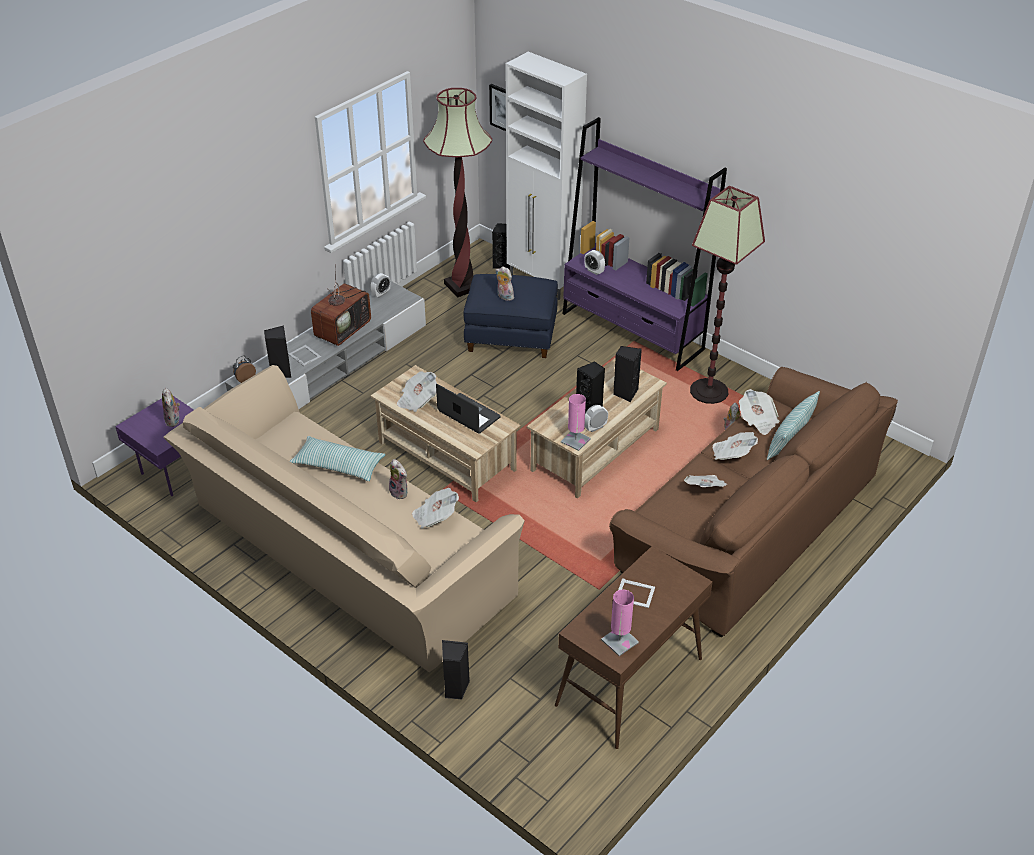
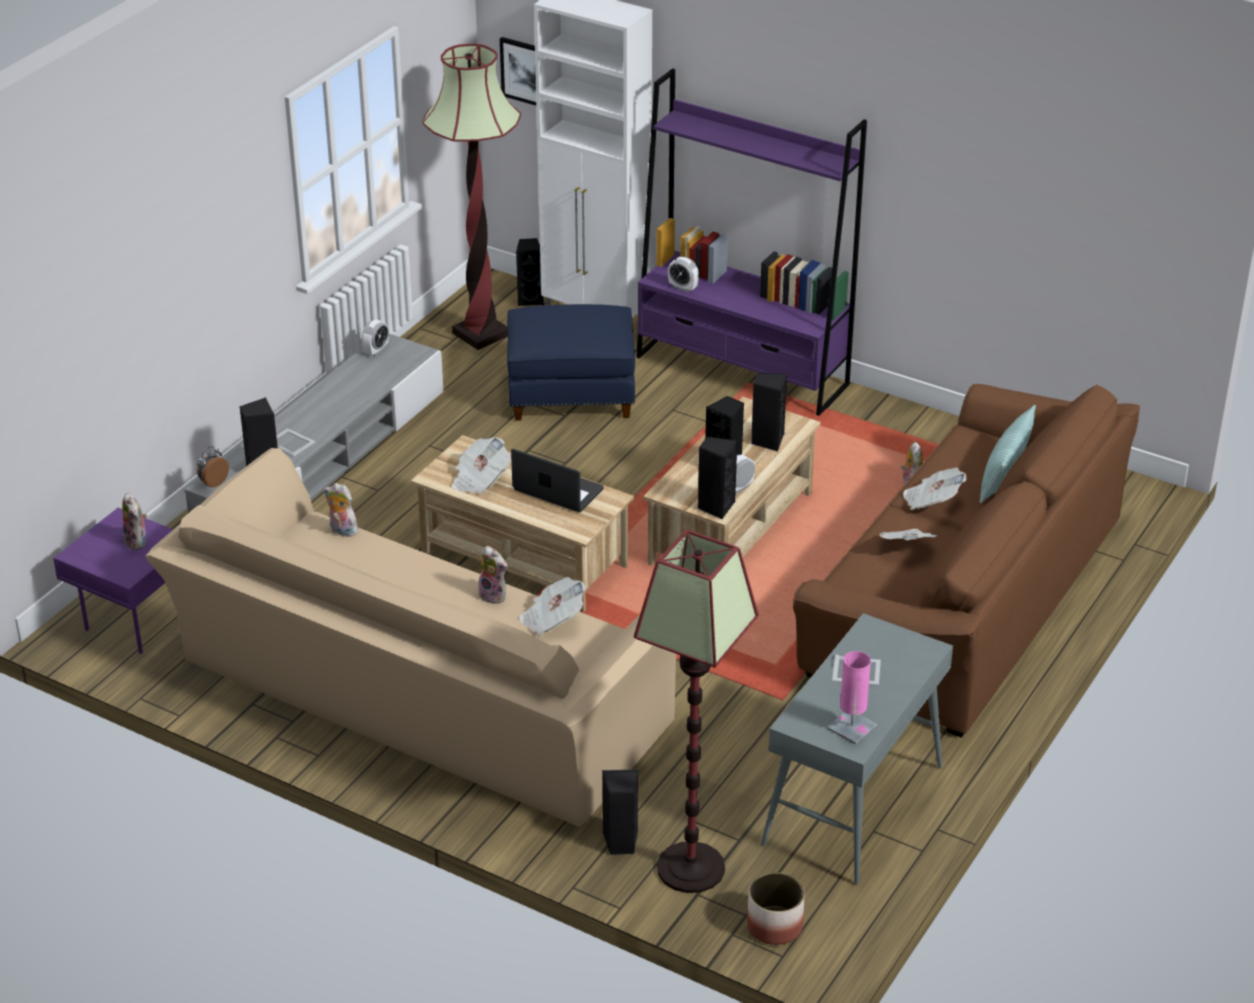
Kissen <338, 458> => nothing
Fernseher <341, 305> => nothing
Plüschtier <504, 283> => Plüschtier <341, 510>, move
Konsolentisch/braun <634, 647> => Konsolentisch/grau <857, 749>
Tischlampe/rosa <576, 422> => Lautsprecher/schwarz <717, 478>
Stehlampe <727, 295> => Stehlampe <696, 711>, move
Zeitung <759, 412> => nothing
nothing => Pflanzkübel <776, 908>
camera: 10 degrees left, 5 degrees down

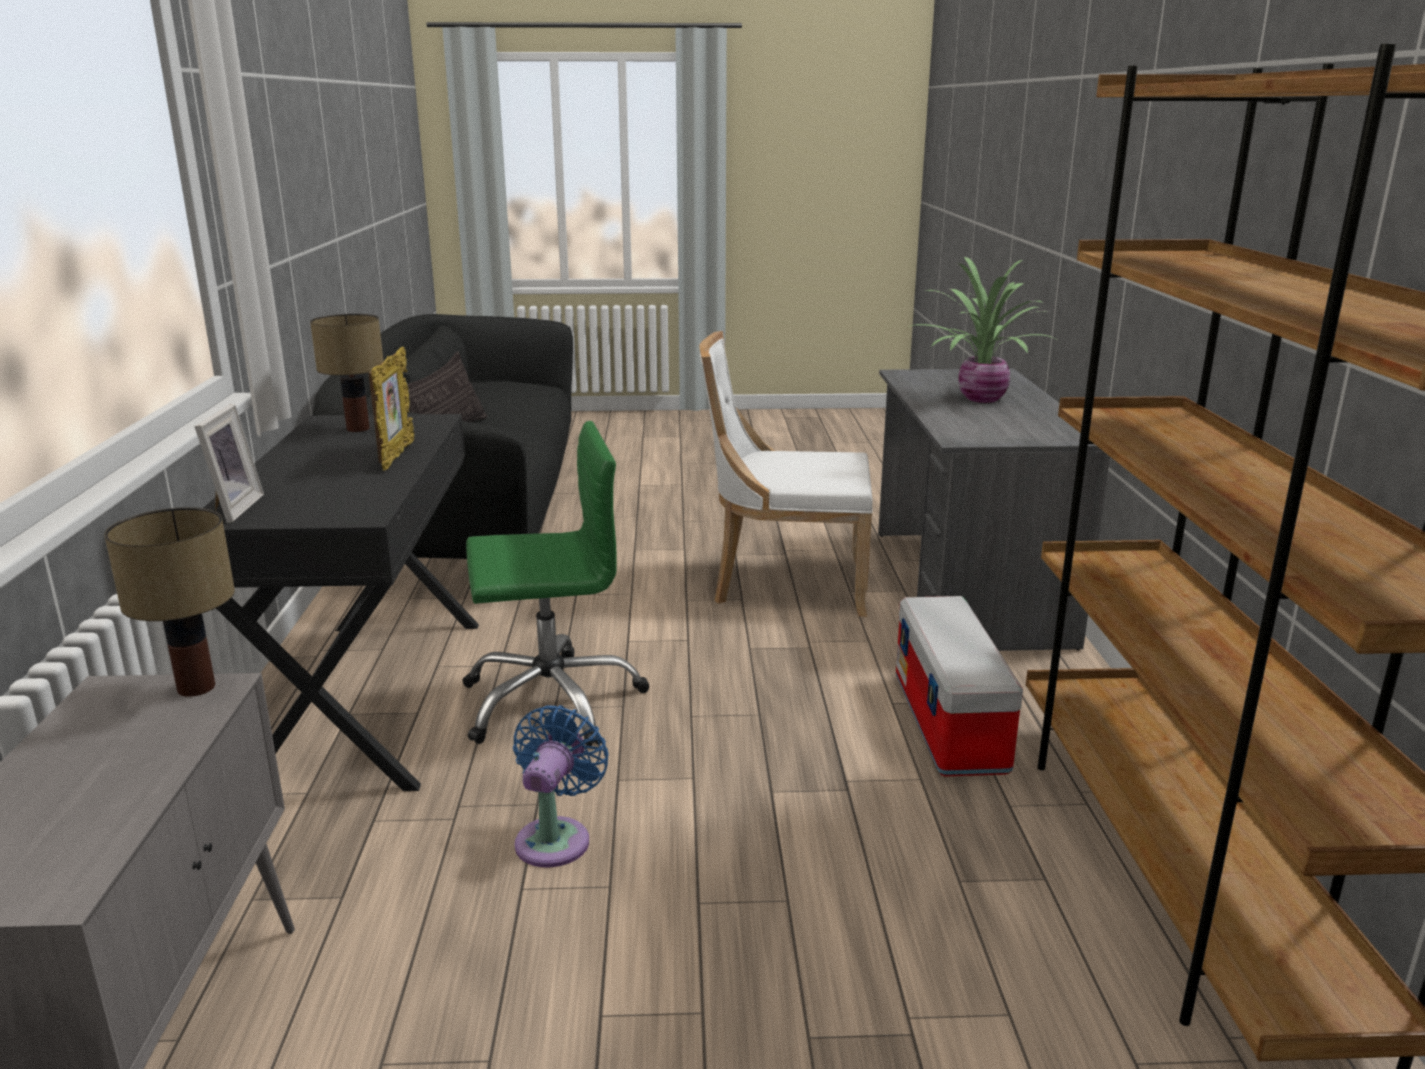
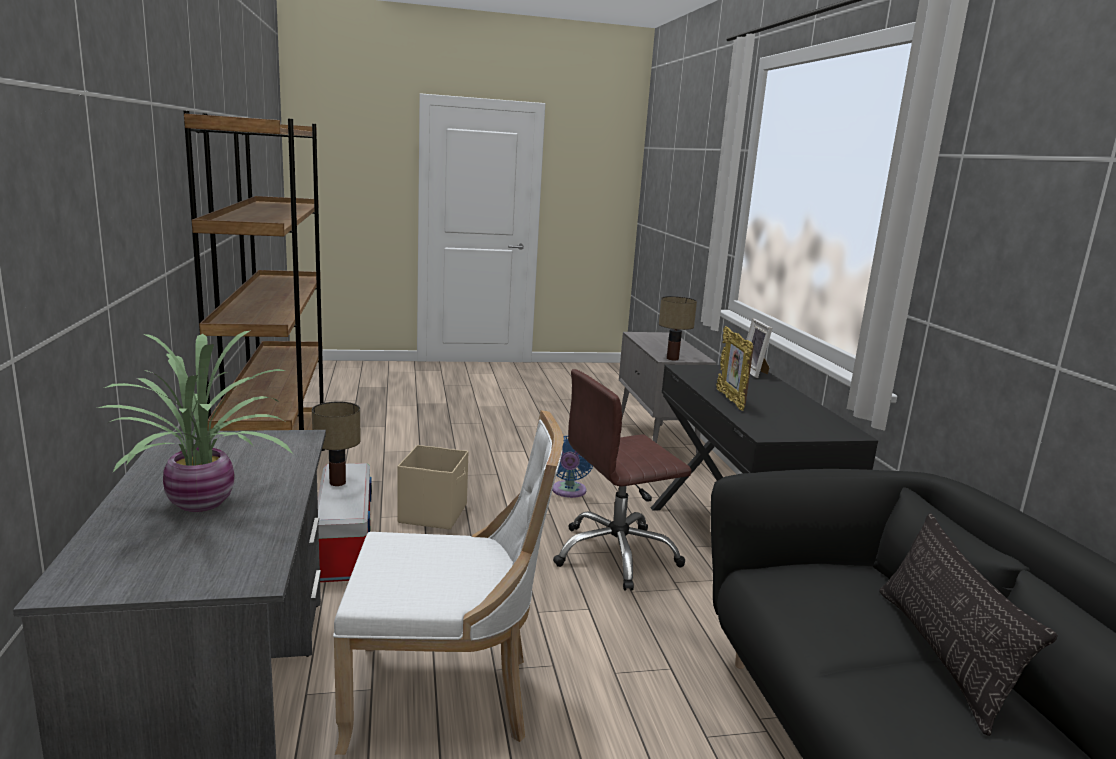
Tischlampe <347, 373> => Tischlampe <336, 444>, move
Bürostuhl/grün <556, 583> => Bürostuhl/braun <622, 480>
nothing => Aufbewahrungsbox/beige <432, 487>
camera: 170 degrees right, 5 degrees down

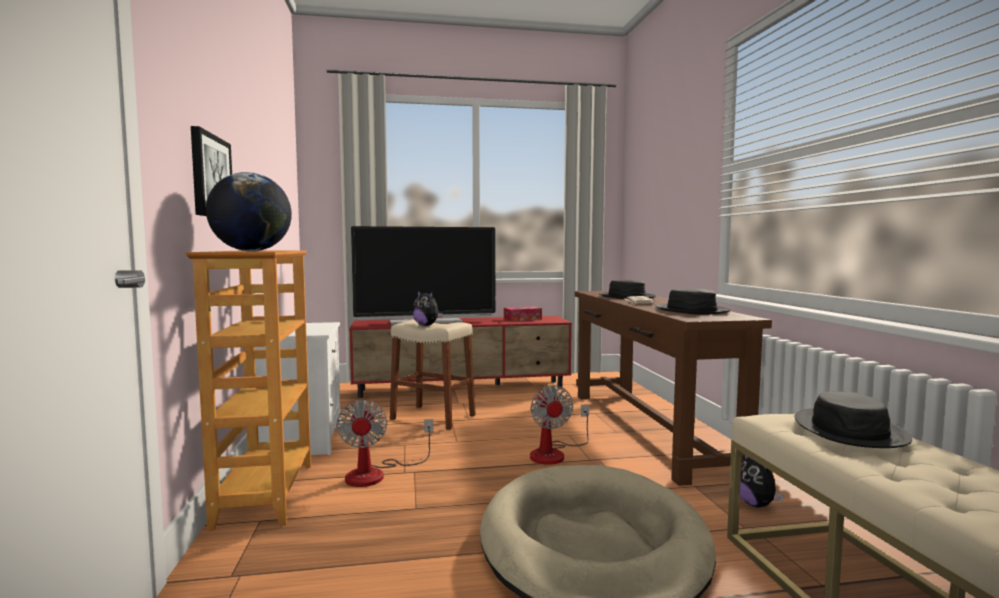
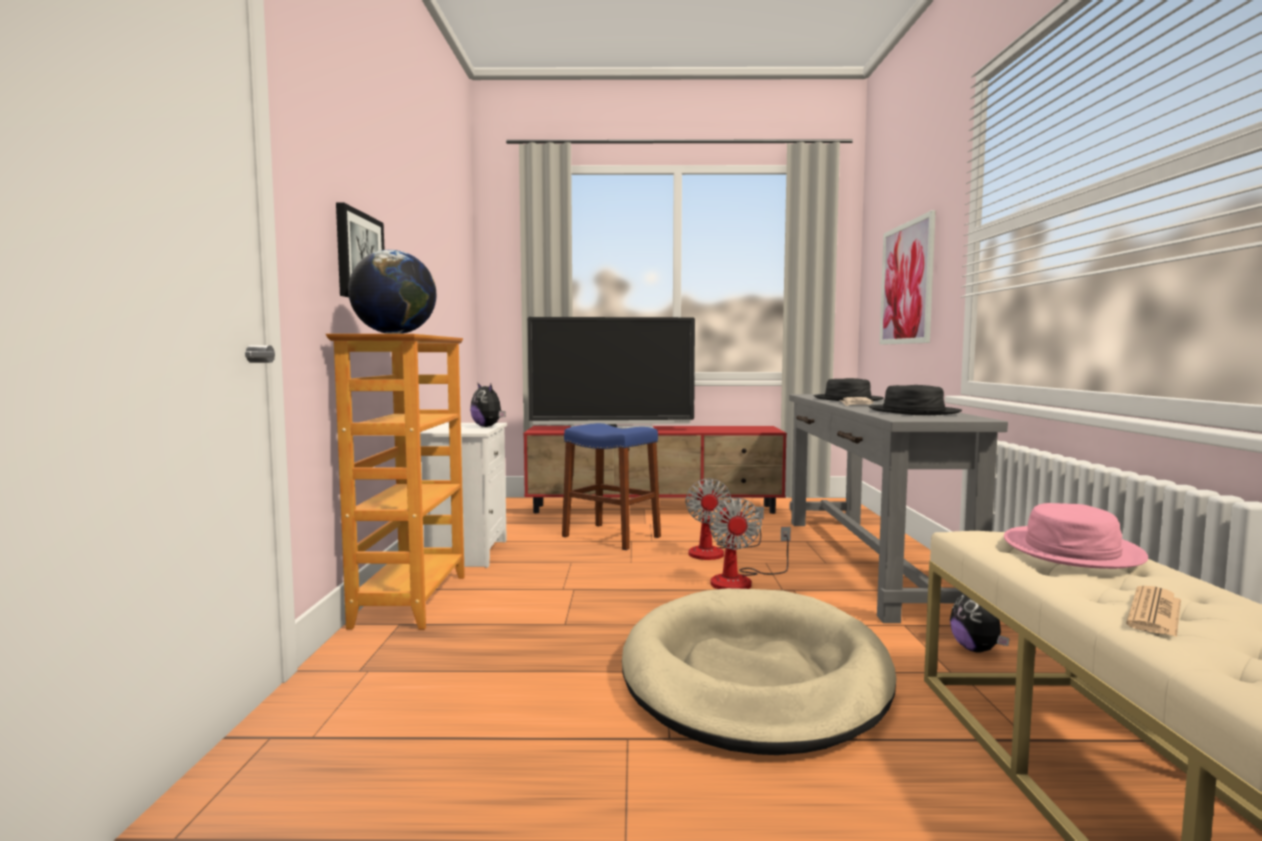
Ventilator <384, 443> => Ventilator <725, 519>, move
Hocker/beige <433, 375> => Hocker/blau <611, 486>
Plüschtier <428, 308> => Plüschtier <488, 404>, move
Taschentuchbox <523, 313> => nothing
Konsolentisch/braun <673, 388> => Konsolentisch/grau <898, 508>
Hut/schwarz <853, 420> => Hut/rosa <1076, 536>
nothing => Bild <908, 277>
nothing => Zeitung <1153, 611>
camera: 10 degrees right, 0 degrees up

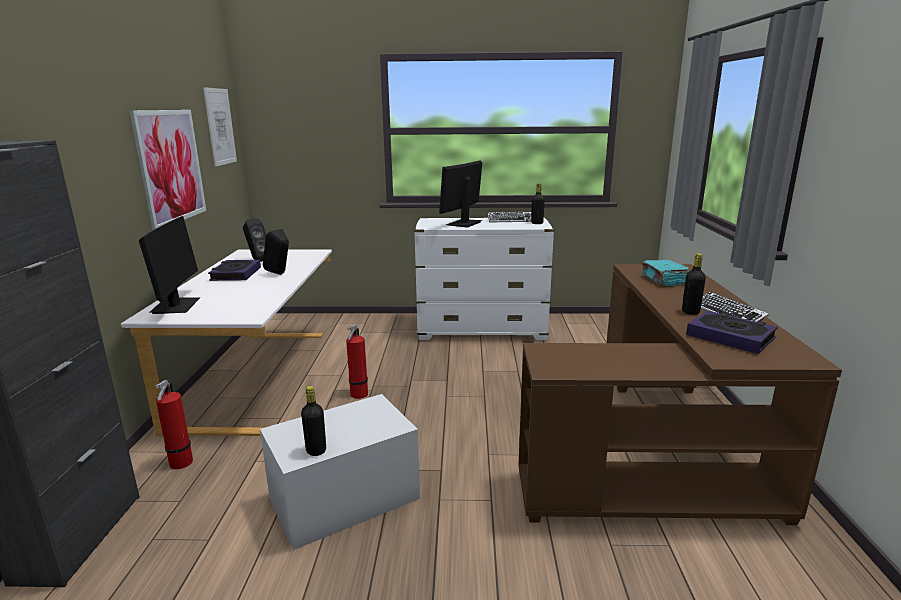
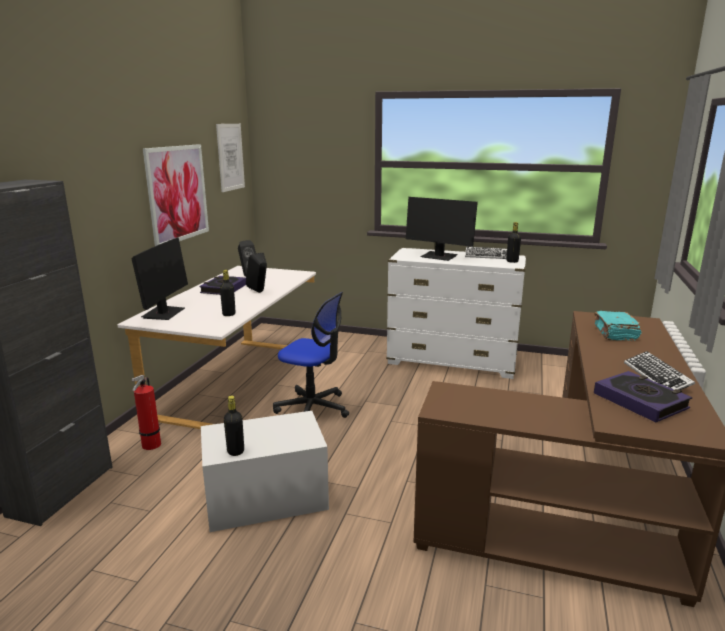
Feuerlöscher <357, 362> => Bürostuhl <311, 355>
Monitor <460, 194> => Monitor <442, 229>, 105 degrees counterclockwise
Flasche/schwarz <694, 284> => Flasche/schwarz <228, 293>, move
camera: 15 degrees right, 0 degrees up

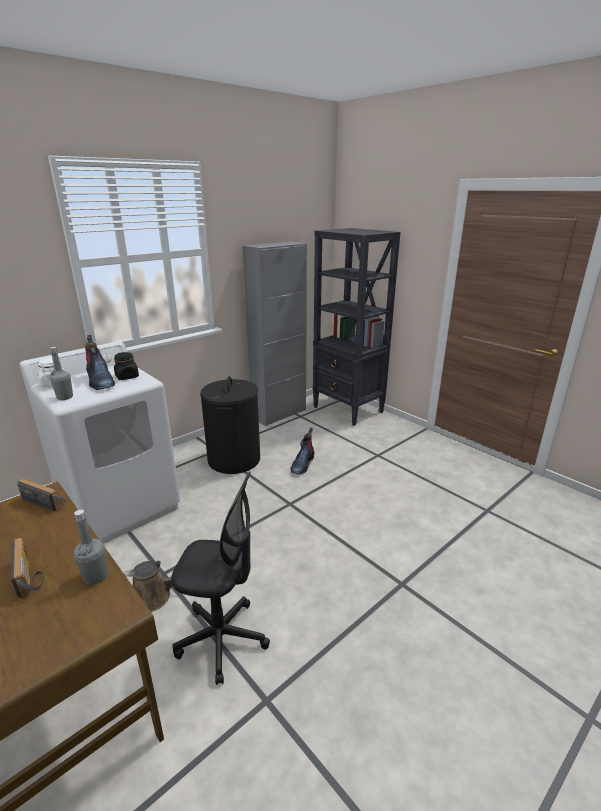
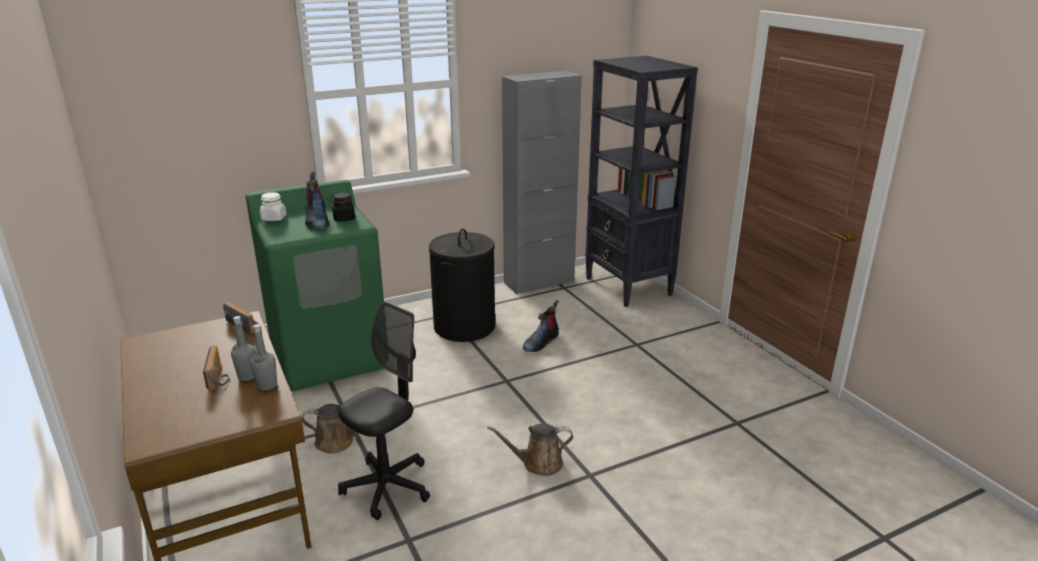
Waschmaschine/weiß <99, 442> => Waschmaschine/grün <315, 285>
Flasche/grau <61, 373> => Flasche/grau <243, 348>, move
Bürostuhl/schwarz <220, 578> => Bürostuhl/schwarz <384, 410>, 75 degrees counterclockwise
nothing => Gießkanne/braun <530, 449>
camera: 15 degrees right, 0 degrees up

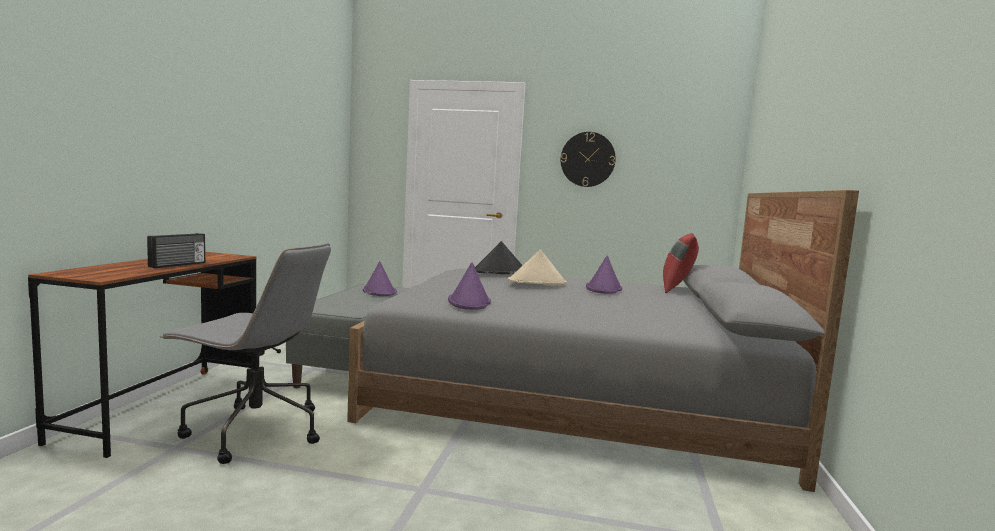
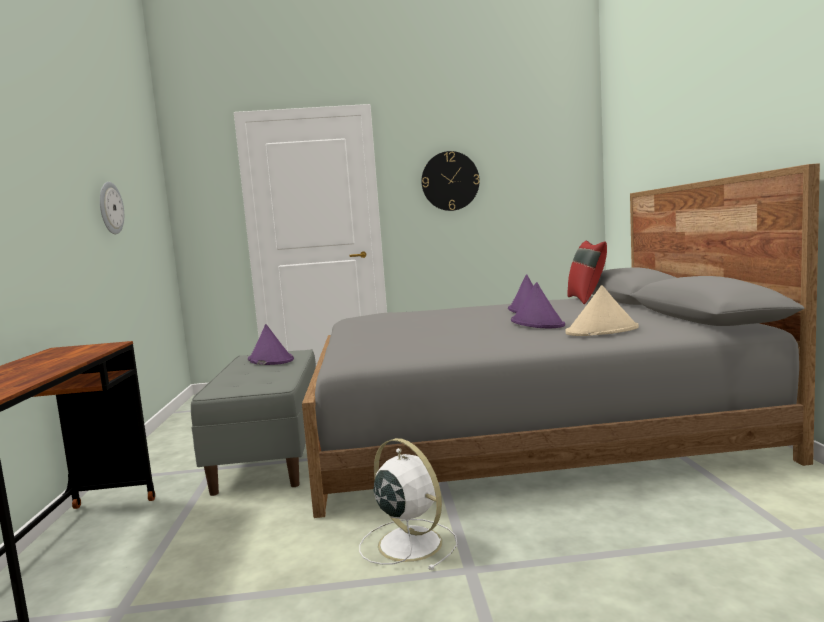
Radio <176, 250> => nothing
Bürostuhl/grau <245, 353> => nothing
Hut/lila <469, 286> => Hut/lila <538, 305>, move
Hut/schwarz <499, 257> => nothing
Hut/beige <537, 267> => Hut/beige <602, 310>, move
nothing => Wanduhr <112, 208>
nothing => Ventilator/weiß <408, 504>
camera: 15 degrees left, 0 degrees up

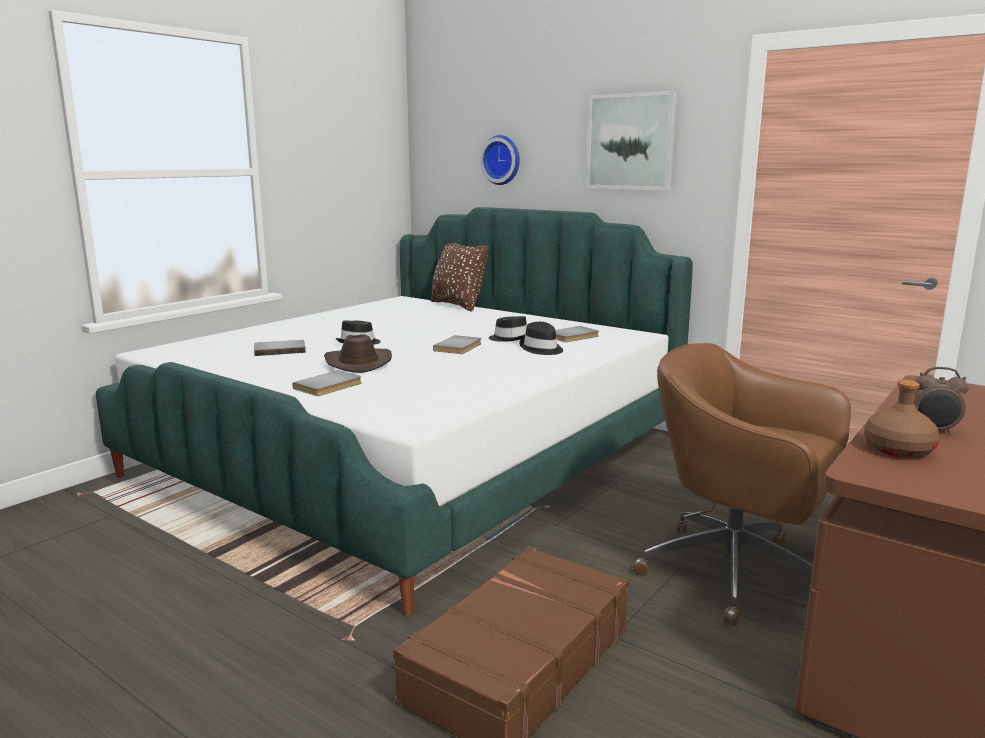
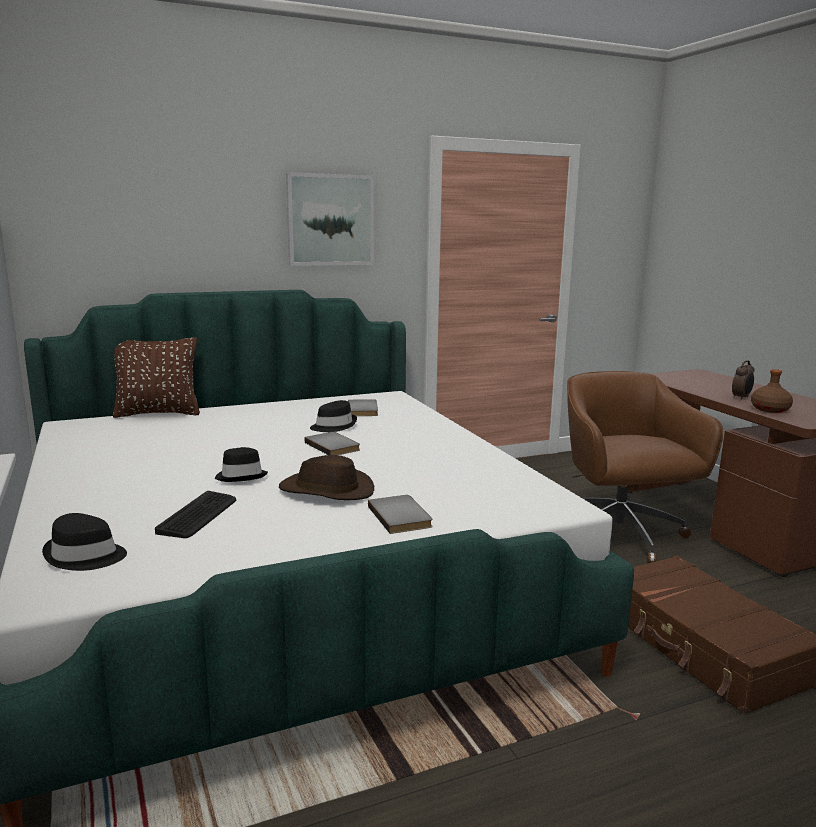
Buch/grau <280, 348> => Tastatur <195, 514>
Wanduhr <500, 160> => nothing
Hut/schwarz <541, 338> => Hut/schwarz <84, 542>, move
Bürostuhl/braun <742, 484> => Bürostuhl/braun <645, 467>, 105 degrees clockwise
camera: 60 degrees left, 0 degrees up

